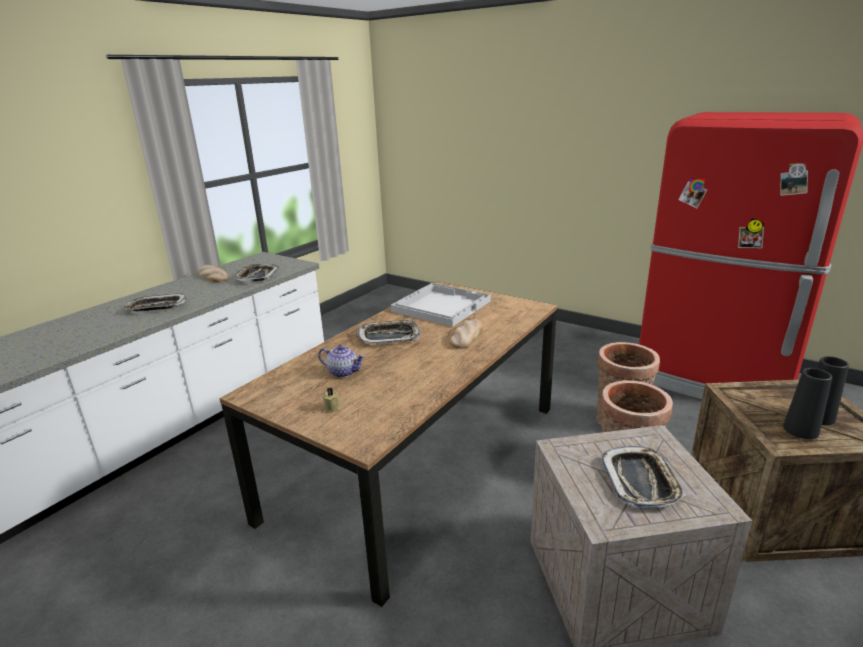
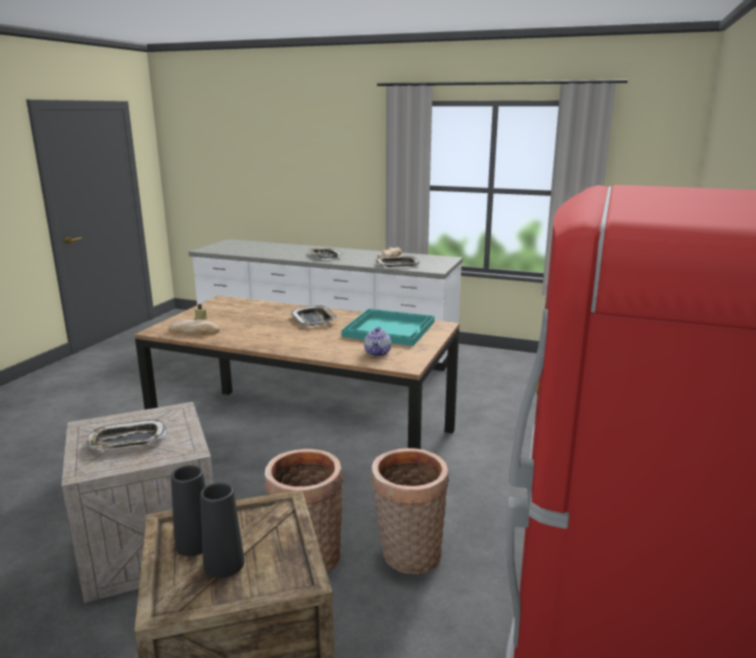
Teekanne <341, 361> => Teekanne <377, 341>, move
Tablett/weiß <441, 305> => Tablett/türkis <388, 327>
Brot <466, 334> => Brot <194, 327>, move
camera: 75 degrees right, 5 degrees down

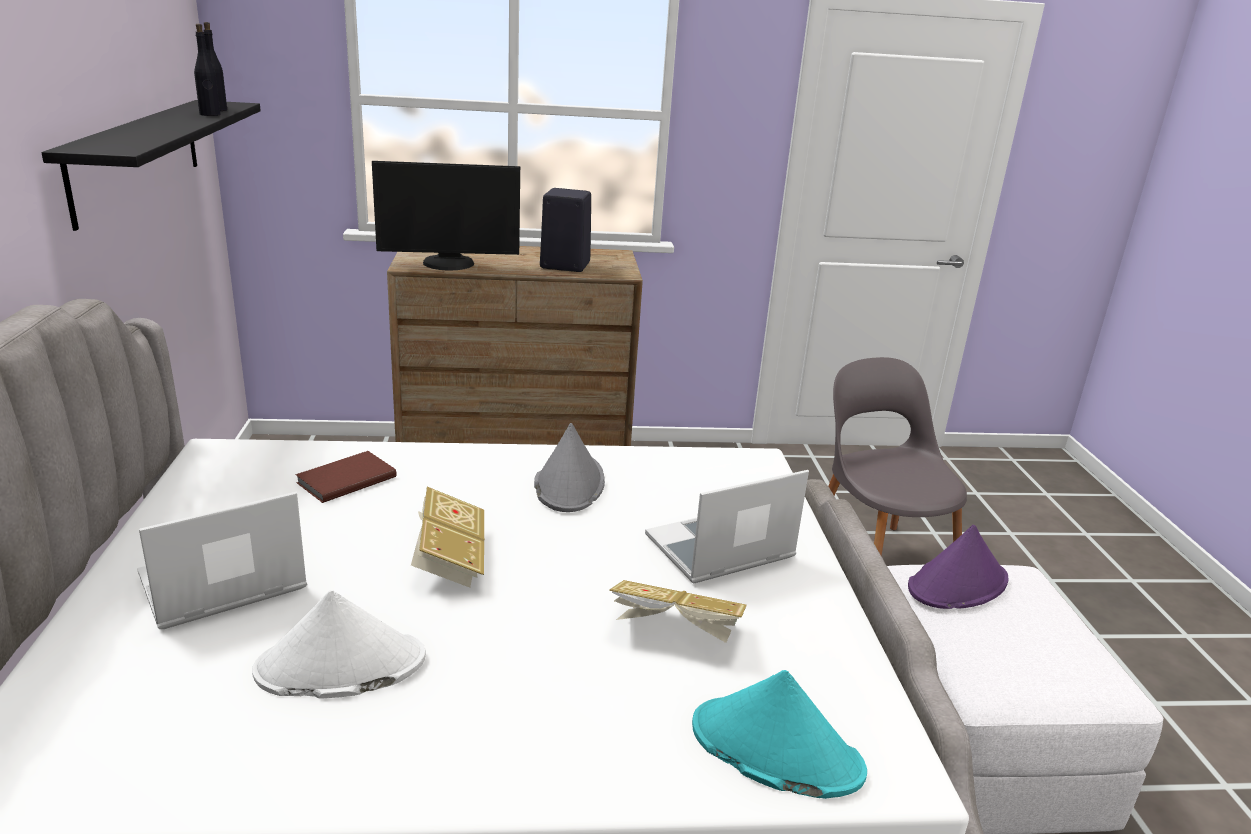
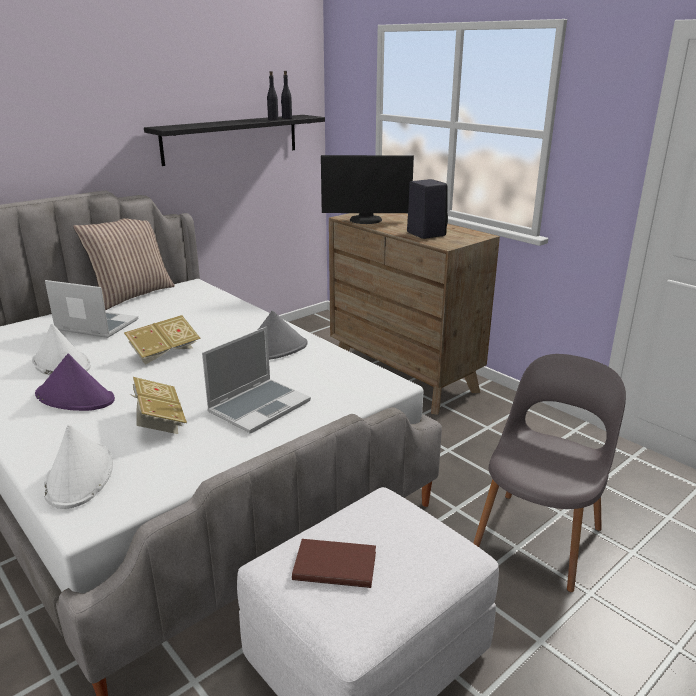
Buch/braun <346, 477> => Buch/braun <334, 563>, move
Monitor <446, 215> => Monitor <367, 189>, 45 degrees counterclockwise
Laptop <727, 526> => Laptop <256, 380>, 105 degrees clockwise
Hut/türkis <779, 734> => Hut/weiß <78, 466>
Hut/lila <958, 567> => Hut/lila <75, 382>, move
nothing => Kissen <124, 264>
camera: 55 degrees right, 0 degrees up

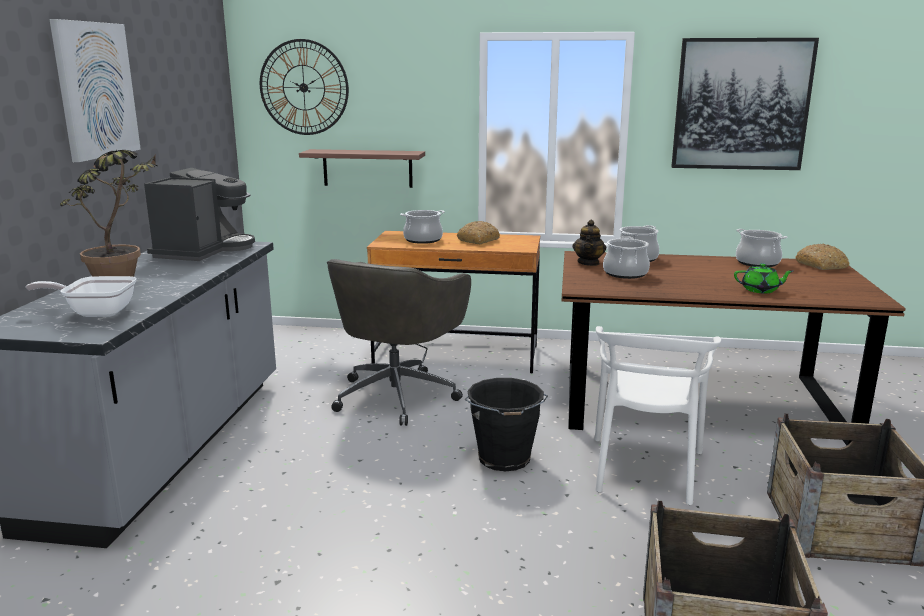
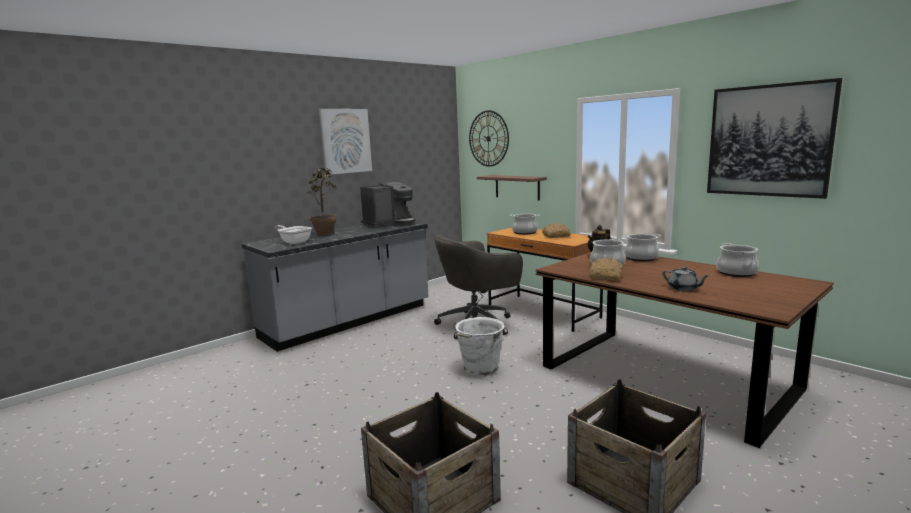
Eimer/schwarz <506, 424> => Eimer/weiß <479, 347>
Stuhl/weiß <658, 415> => nothing
Teekanne/grün <763, 278> => Teekanne/grau <685, 279>
Brot <822, 257> => Brot <606, 269>, move
camera: 40 degrees right, 5 degrees down

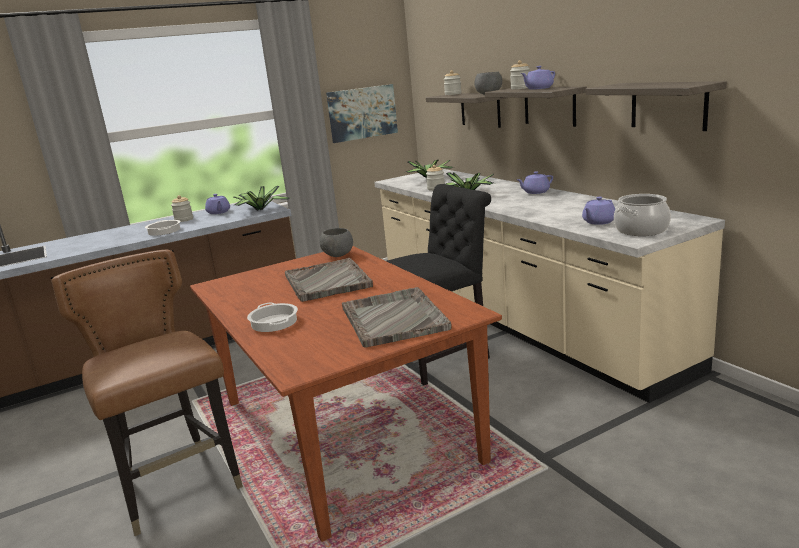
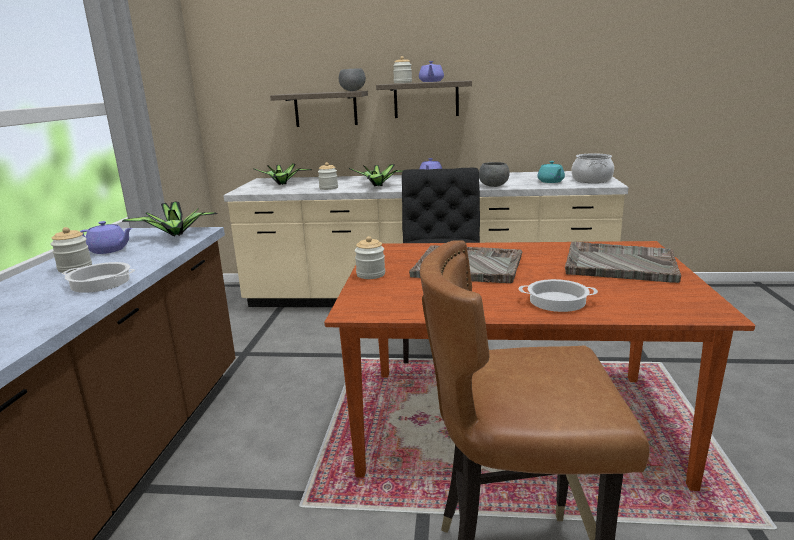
Schüssel/grau <336, 242> => Schüssel/grau <494, 174>, move
Bild <362, 113> => nothing
Vorratsglas <453, 82> => Vorratsglas <370, 257>, move
Teekanne/lila <598, 211> => Teekanne/türkis <551, 172>
Wandregal <656, 106> => nothing
camera: 55 degrees left, 0 degrees up

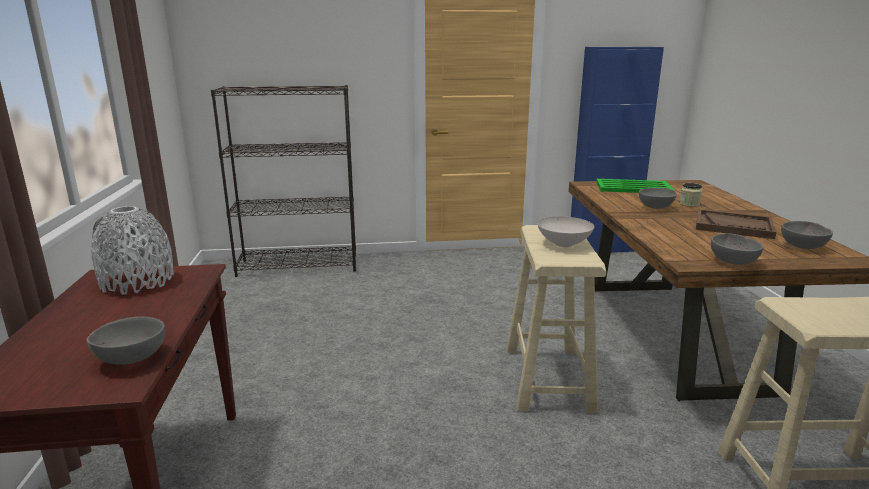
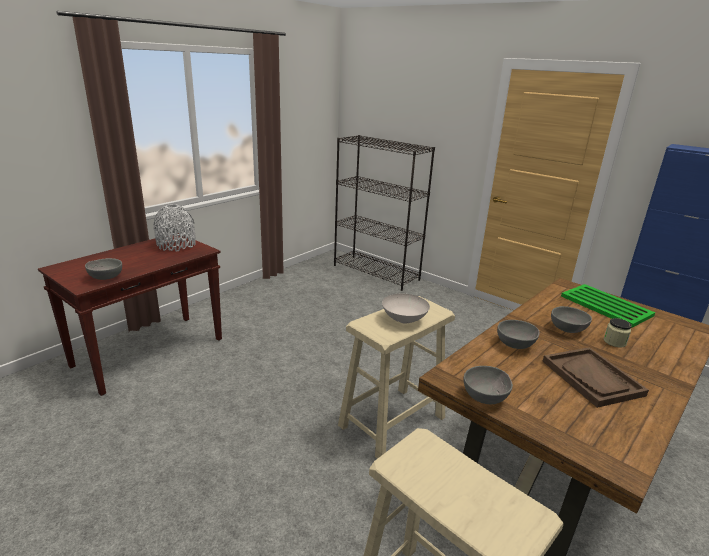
Schüssel/grau <807, 235> => Schüssel/grau <518, 334>, move
camera: 45 degrees right, 5 degrees up

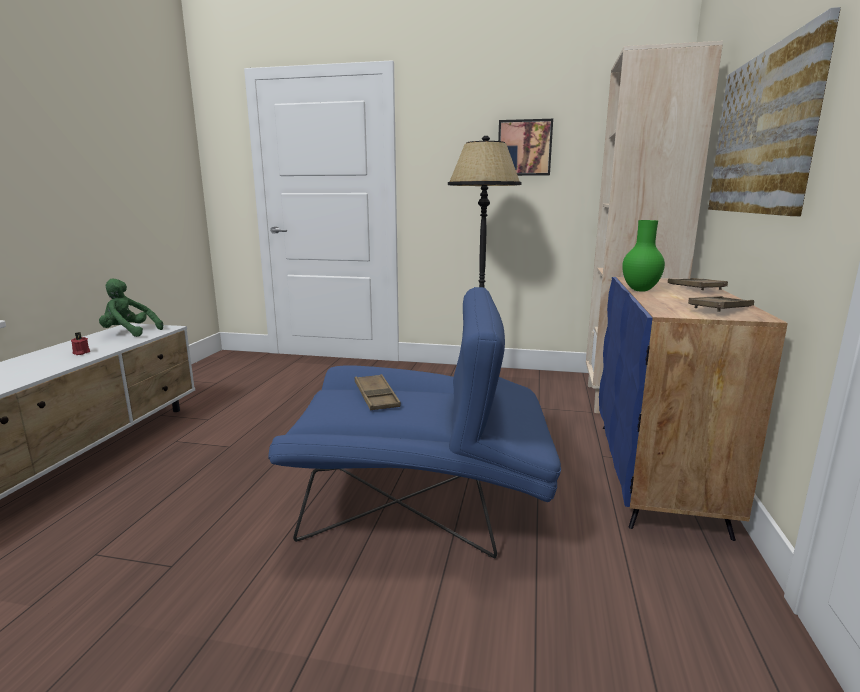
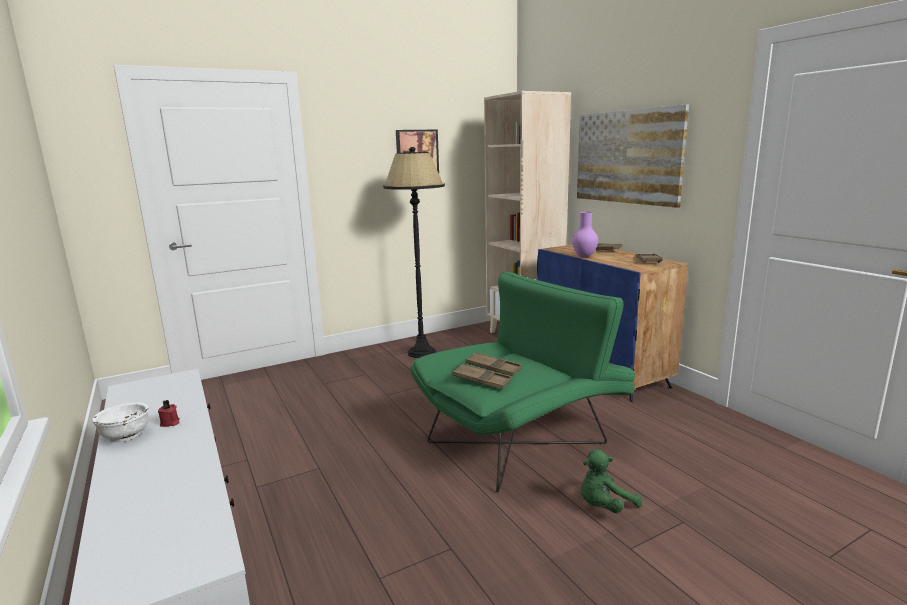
Plüschtier/grün <131, 307> => Plüschtier/grün <611, 481>, move
Sessel/blau <414, 423> => Sessel/grün <522, 382>
Vase/grün <643, 256> => Vase/lila <585, 234>
nothing => Schüssel/weiß <121, 422>
nothing => Tablett/braun <482, 376>
camera: 40 degrees left, 0 degrees up

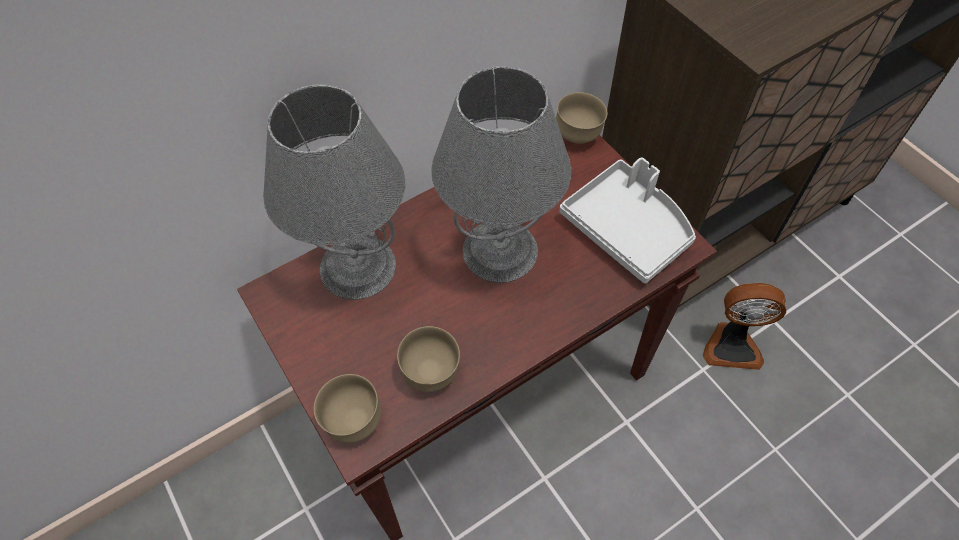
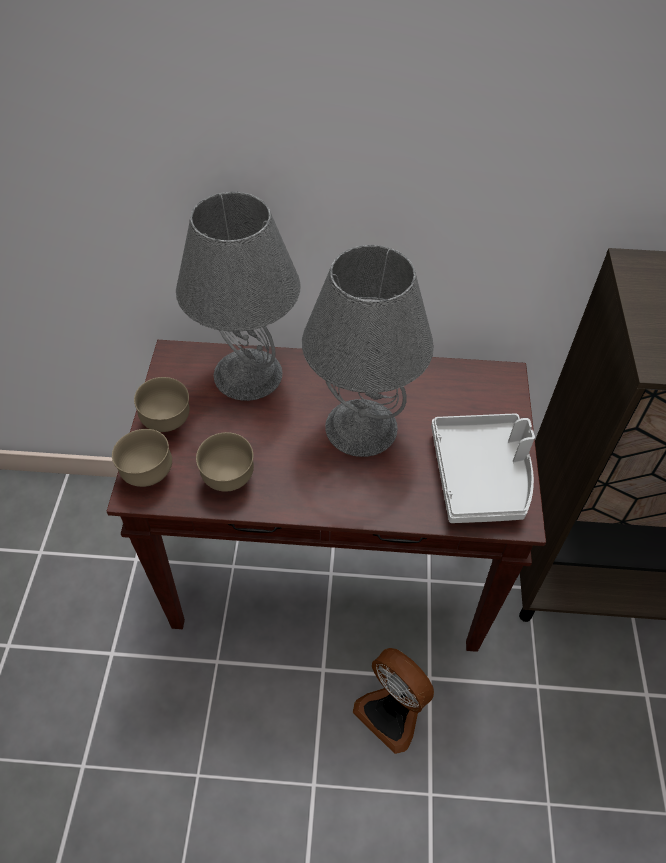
Schüssel/braun <581, 118> => Schüssel/braun <161, 404>, move
Ventilator <744, 326> => Ventilator <393, 701>, move
camera: 35 degrees right, 5 degrees down

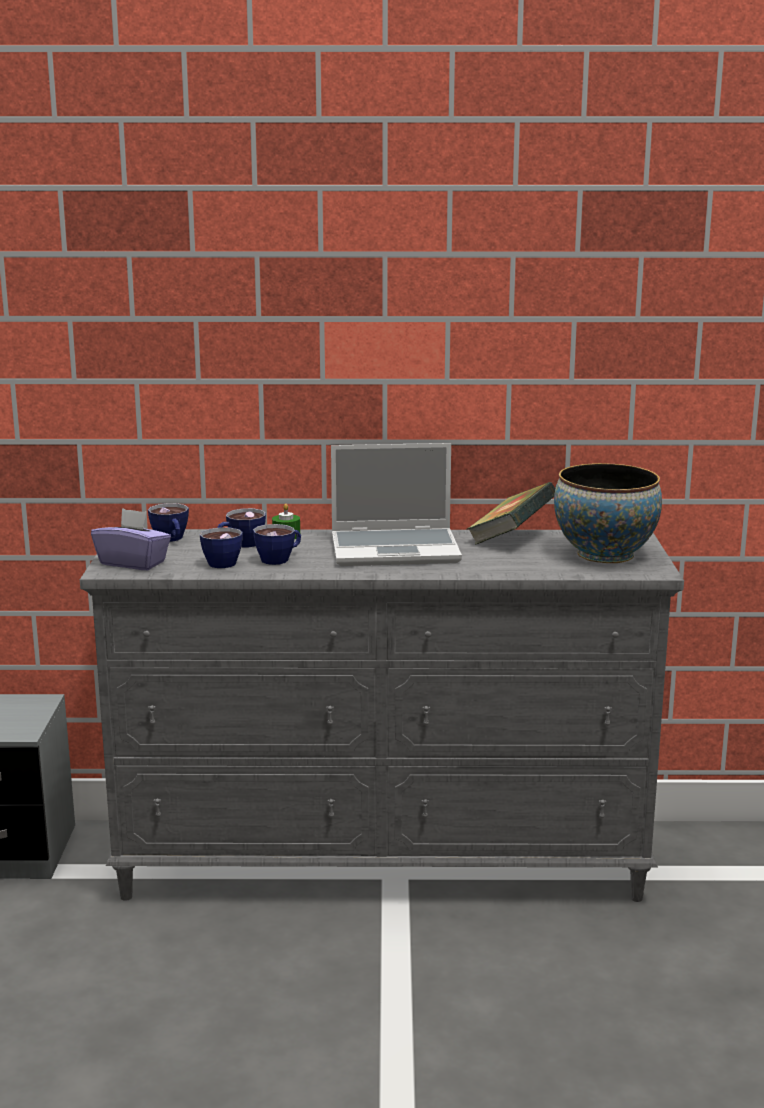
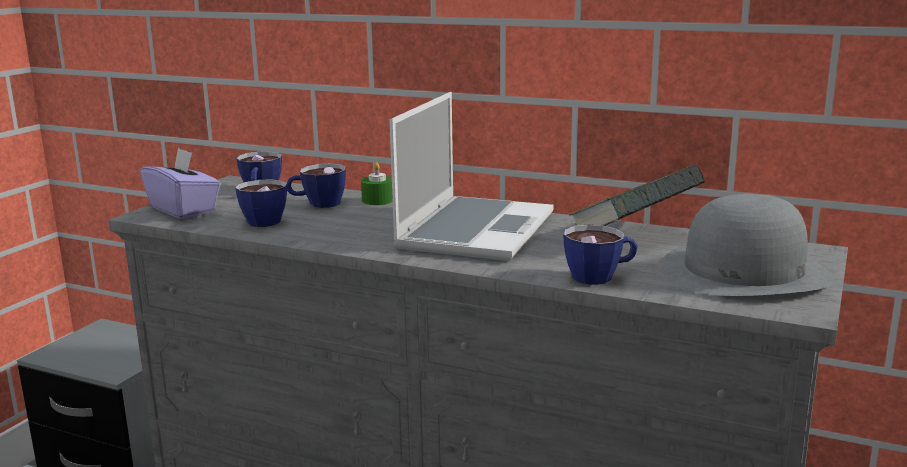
Tasse <277, 544> => Tasse <600, 255>, move
Laptop <396, 504> => Laptop <471, 176>, 90 degrees counterclockwise
Schüssel <608, 513> => Hut/grau <746, 245>
camera: 25 degrees right, 0 degrees up

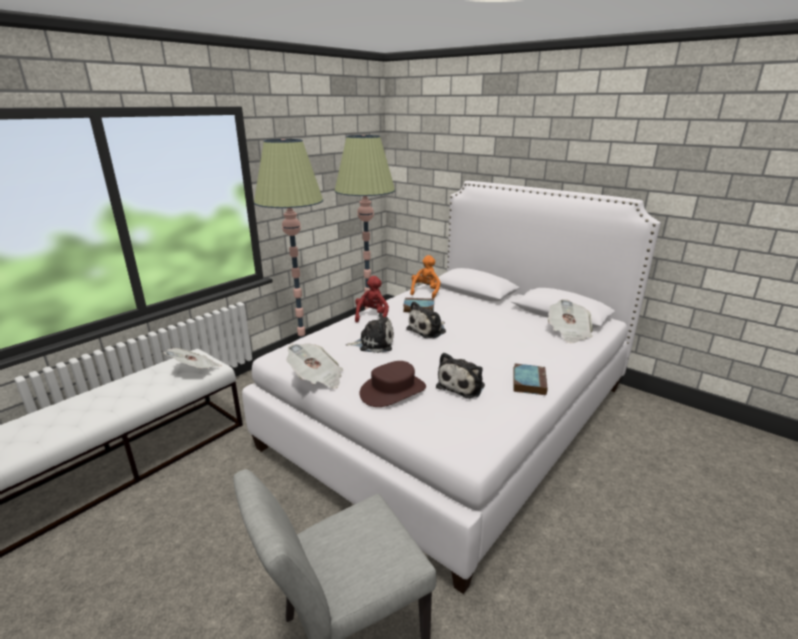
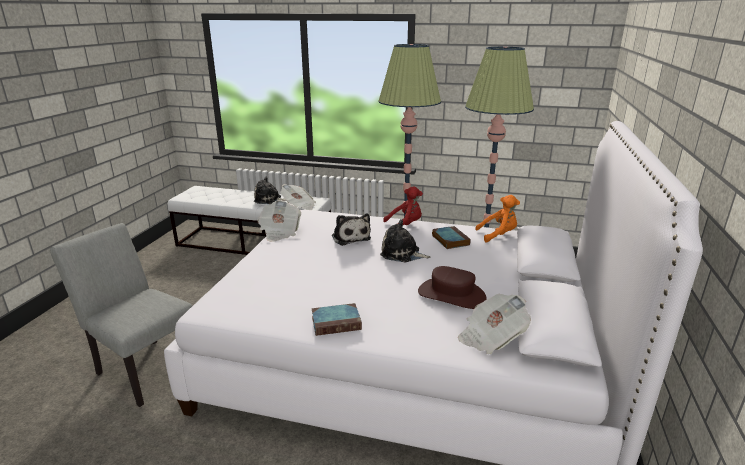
Hut/braun <392, 384> => Hut/braun <452, 287>, move
Plüschtier <460, 376> => Plüschtier <270, 190>, move
camera: 65 degrees right, 0 degrees up

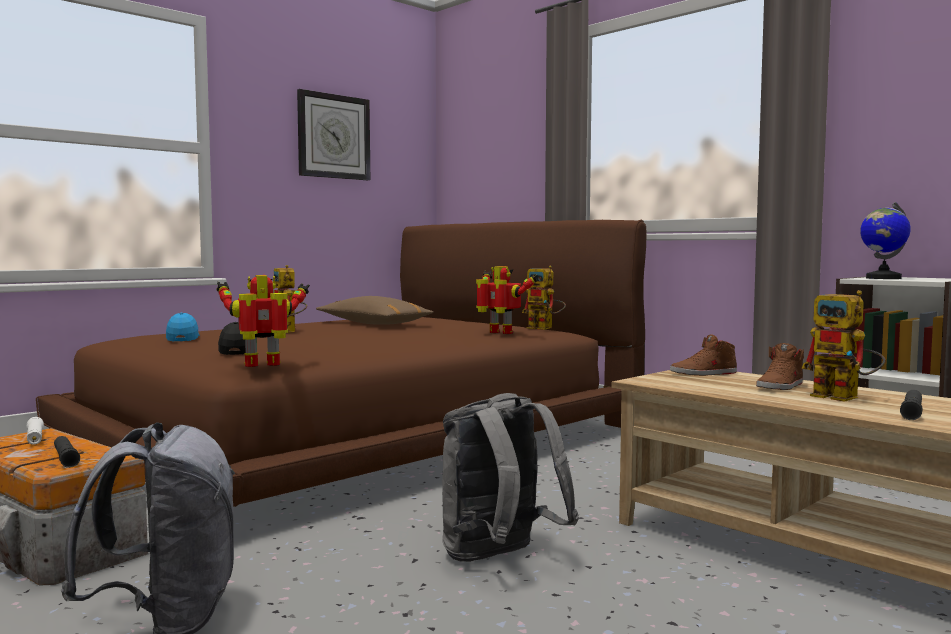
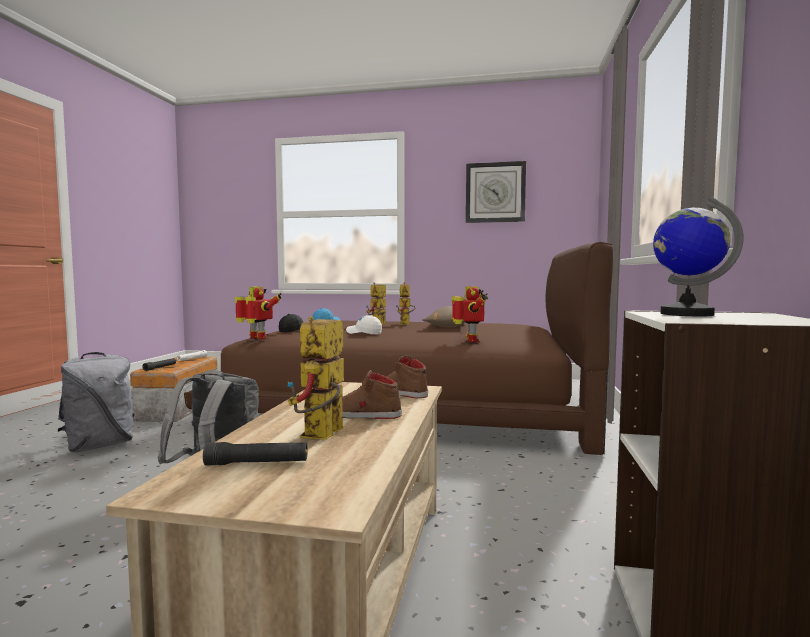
Spielzeugroboter <544, 298> => Spielzeugroboter <406, 303>, move
nothing => Kappe/weiß <364, 324>
camera: 55 degrees right, 0 degrees up

